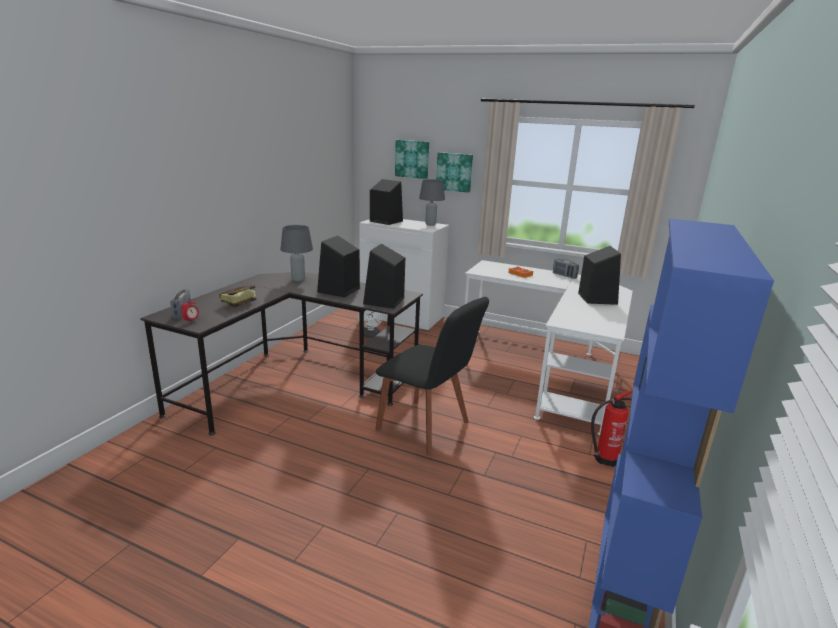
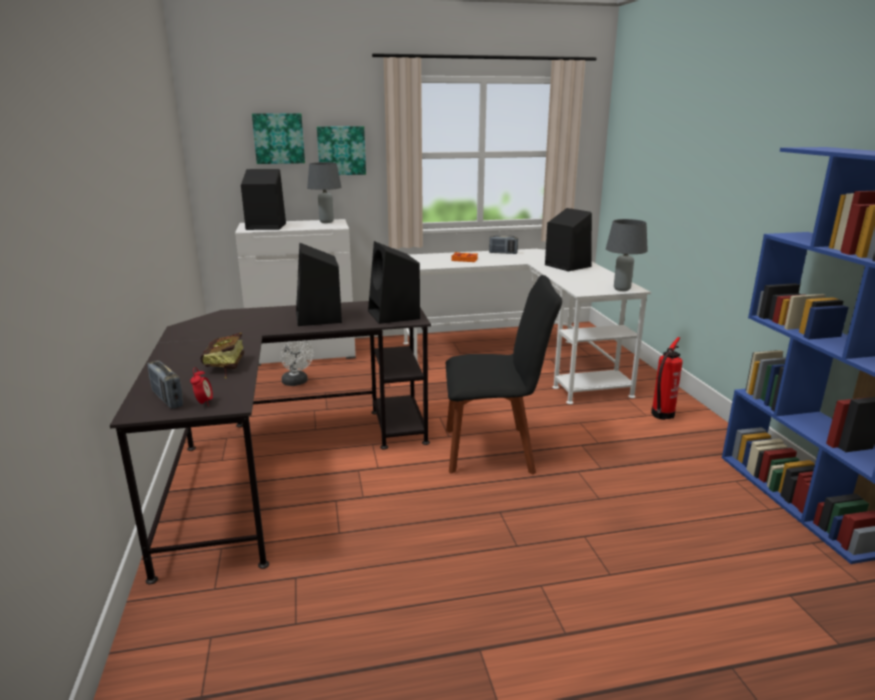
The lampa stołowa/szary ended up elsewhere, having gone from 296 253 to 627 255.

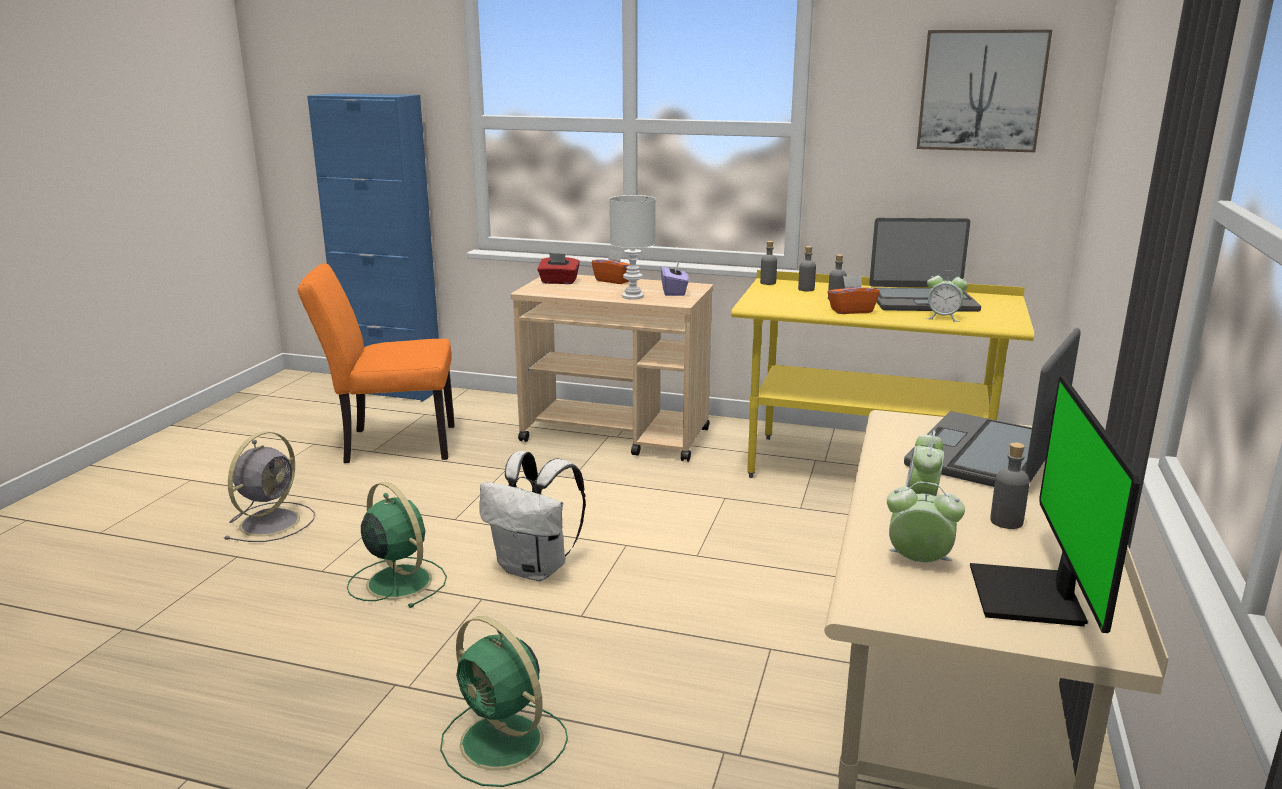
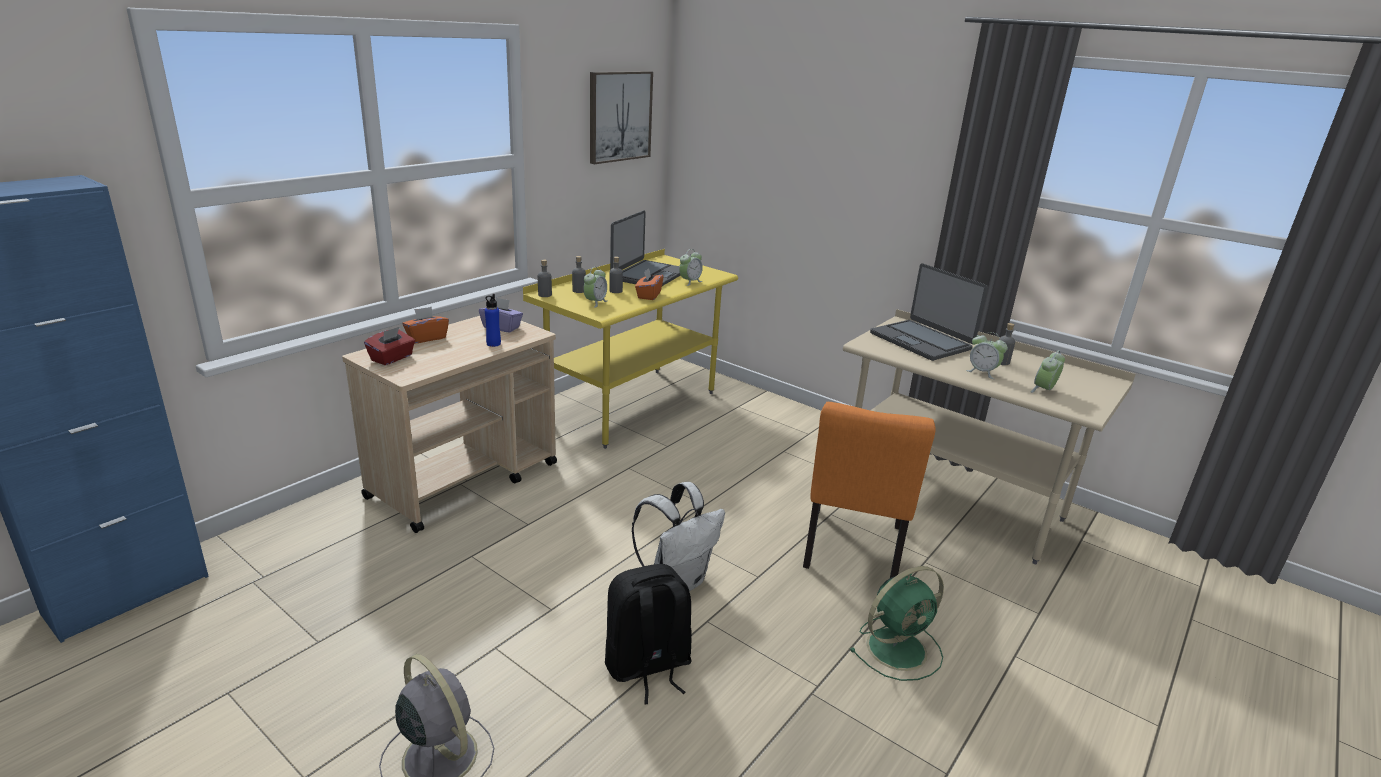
The second view lost the monitor at 1055 504. The second view gained the budzik at 595 287. The krzesło/pomarańczowy ended up elsewhere, having gone from 376 363 to 869 490. Where the wentylator/zielony stood at 397 545, the plecak/czarny came to stand at 648 634. Where the lampa stołowa/biały stood at 633 247, the butelka/niebieski came to stand at 493 320.

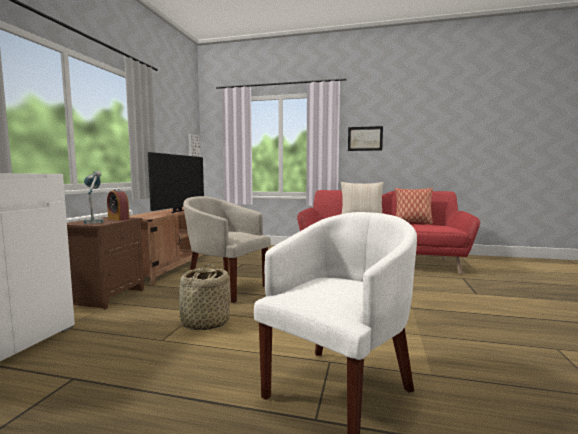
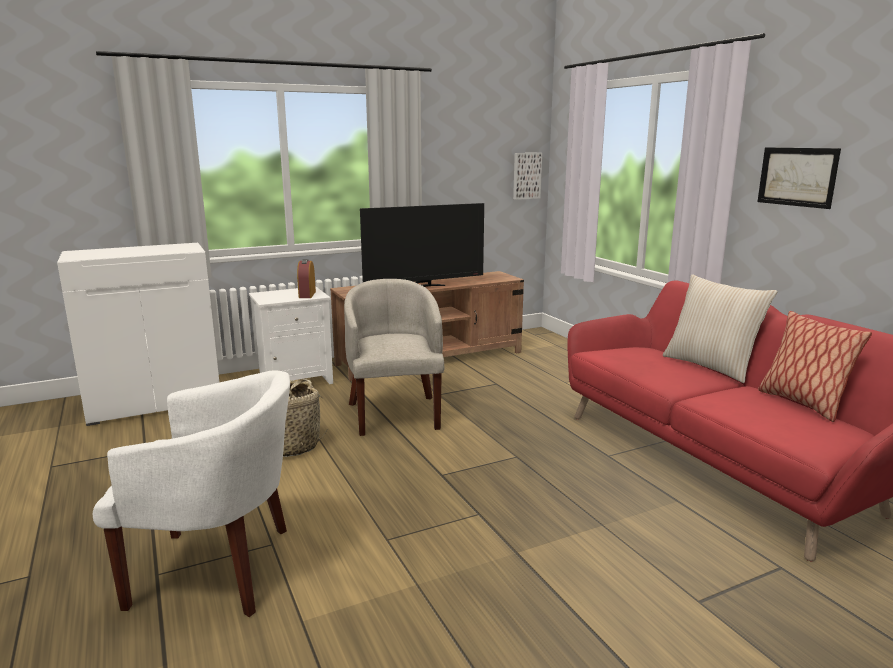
The second view lost the lampa stołowa at 93 197. What was the szafka nocna/brązowy at 105 263 turned into the szafka nocna/biały at 291 335.

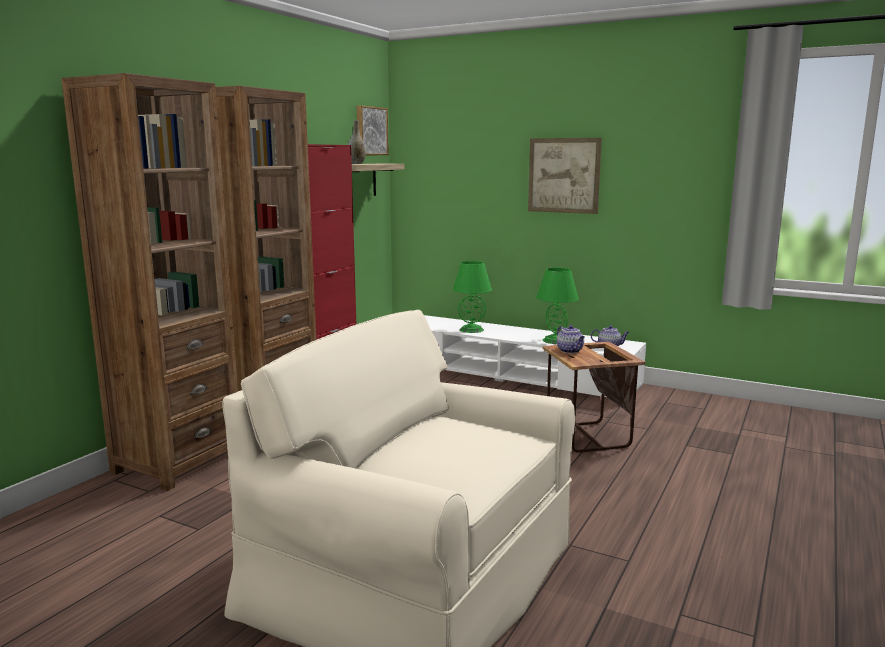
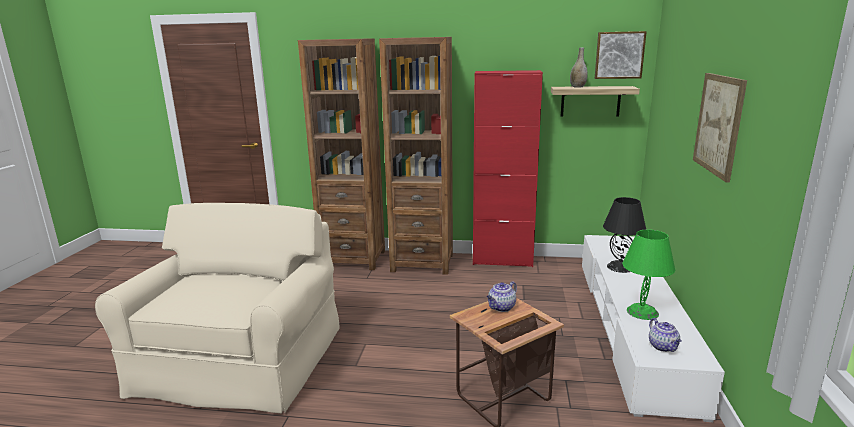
What was the lampa stołowa/zielony at 472 297 turned into the lampa stołowa/czarny at 624 235.

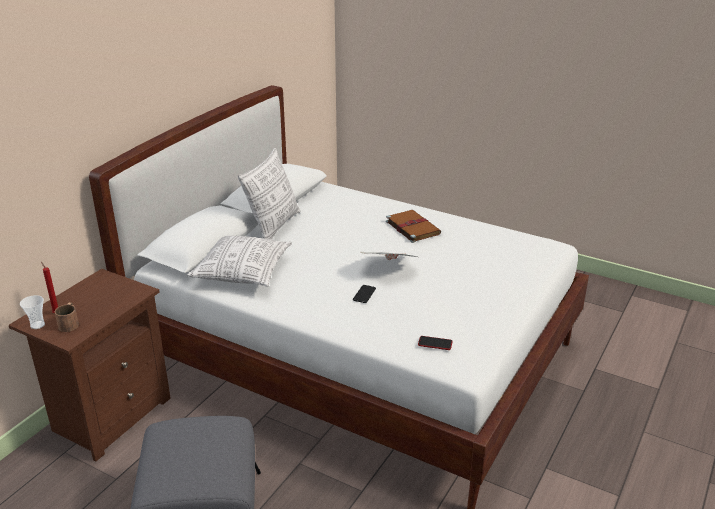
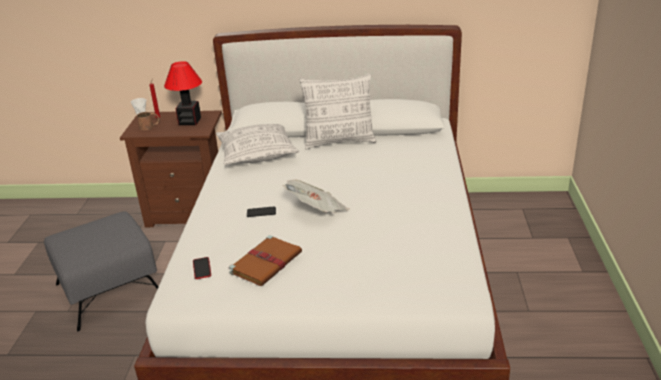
The second view gained the lampa stołowa at 183 93. The książka/brązowy ended up elsewhere, having gone from 413 226 to 265 260.

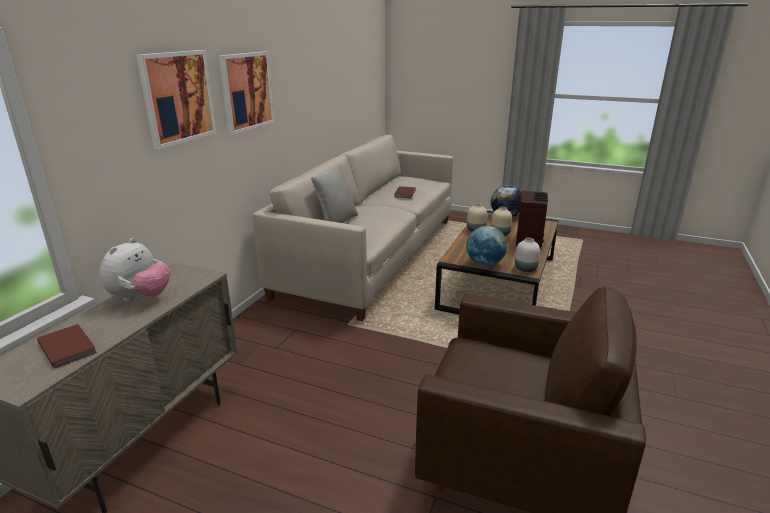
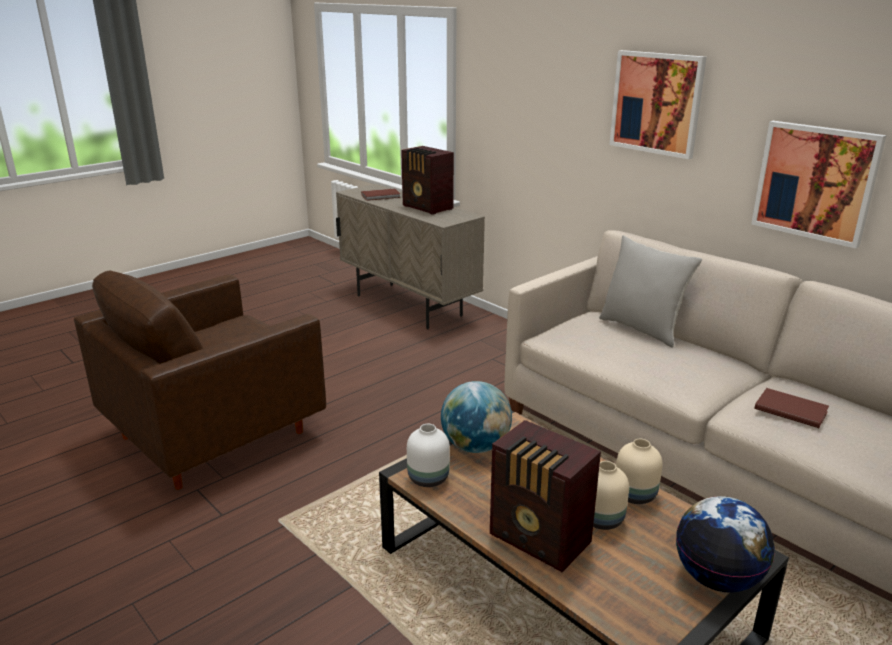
The obraz ended up elsewhere, having gone from 176 99 to 818 185. Where the pluszak stood at 135 270, the radio came to stand at 427 180.

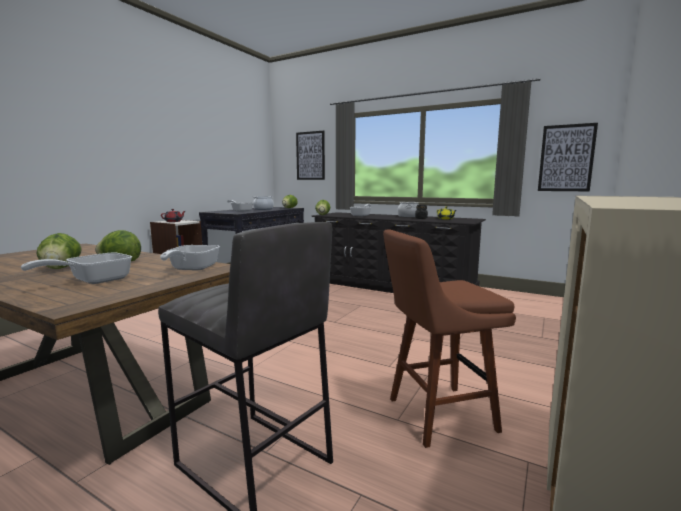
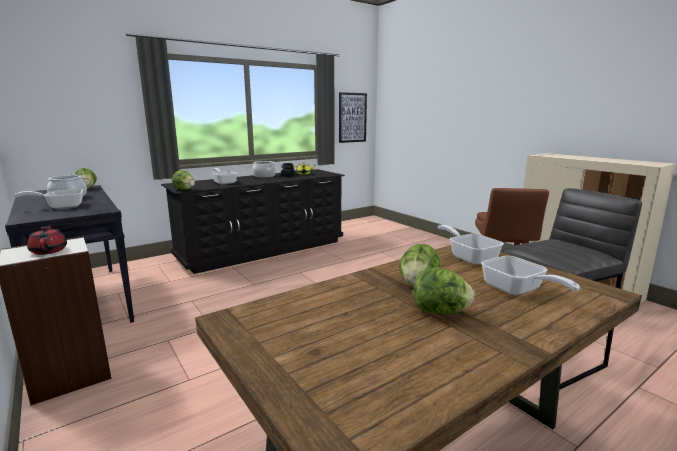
The second view lost the obraz at 310 155. The patelnia at 190 257 ended up facing another way, 150 degrees counterclockwise from before.

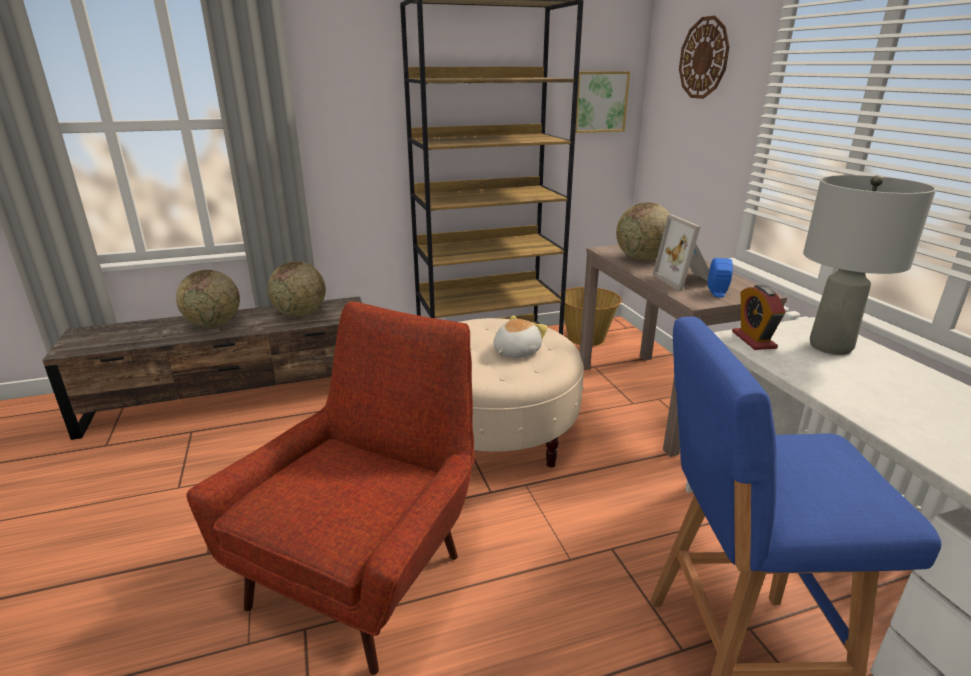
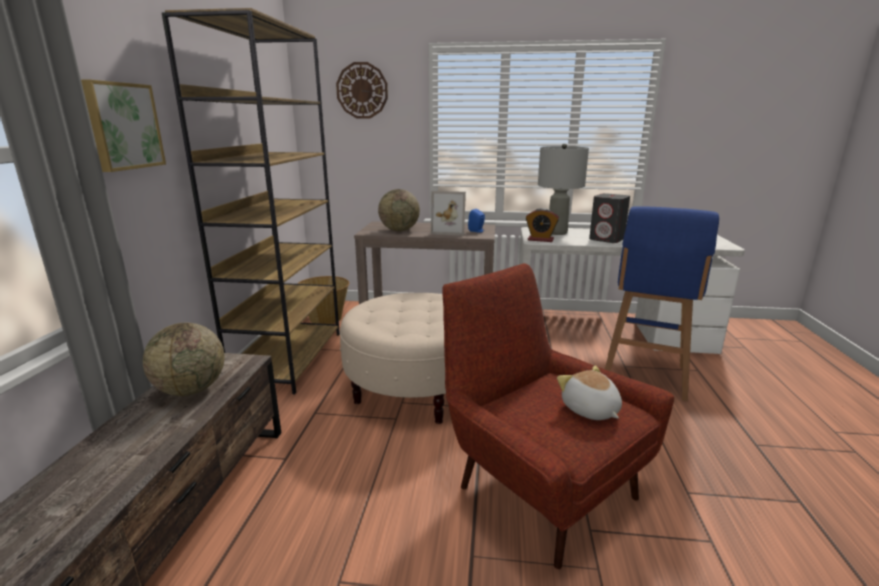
The second view lost the globus at 208 299. The second view gained the głośnik/szary at 609 218. The pluszak ended up elsewhere, having gone from 520 336 to 589 393. The obraz ended up elsewhere, having gone from 602 102 to 123 126.

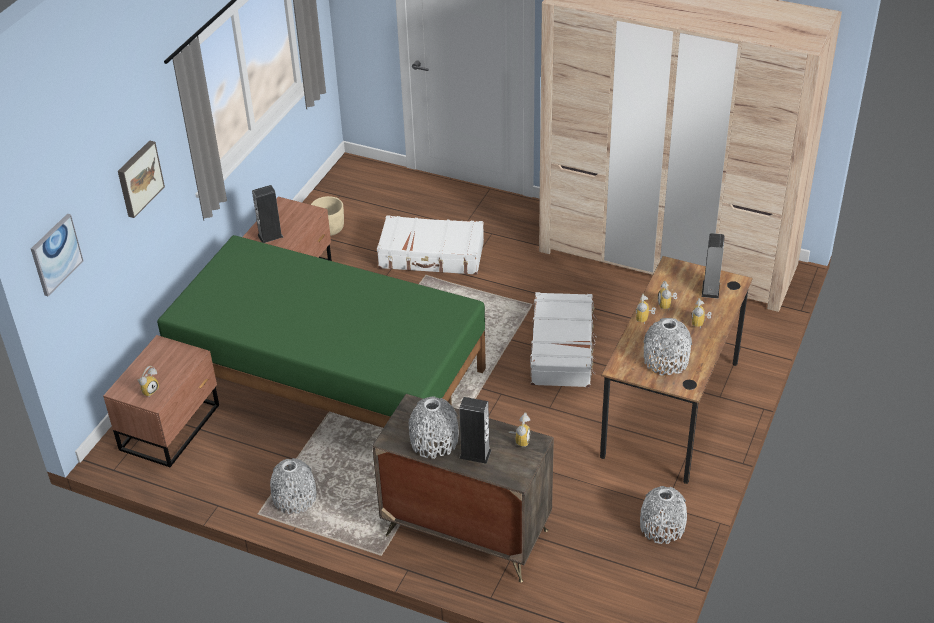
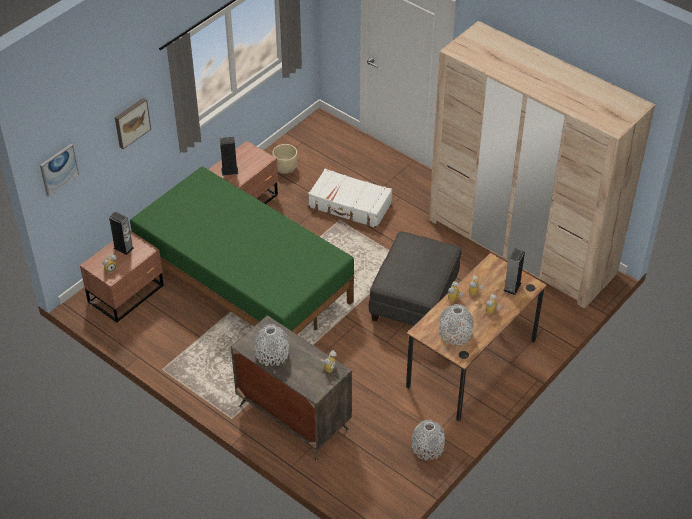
The second view lost the wazon/szary at 293 486. The głośnik ended up elsewhere, having gone from 475 430 to 121 233. Where the walizka/biały stood at 563 339, the pufa/szary came to stand at 415 279.

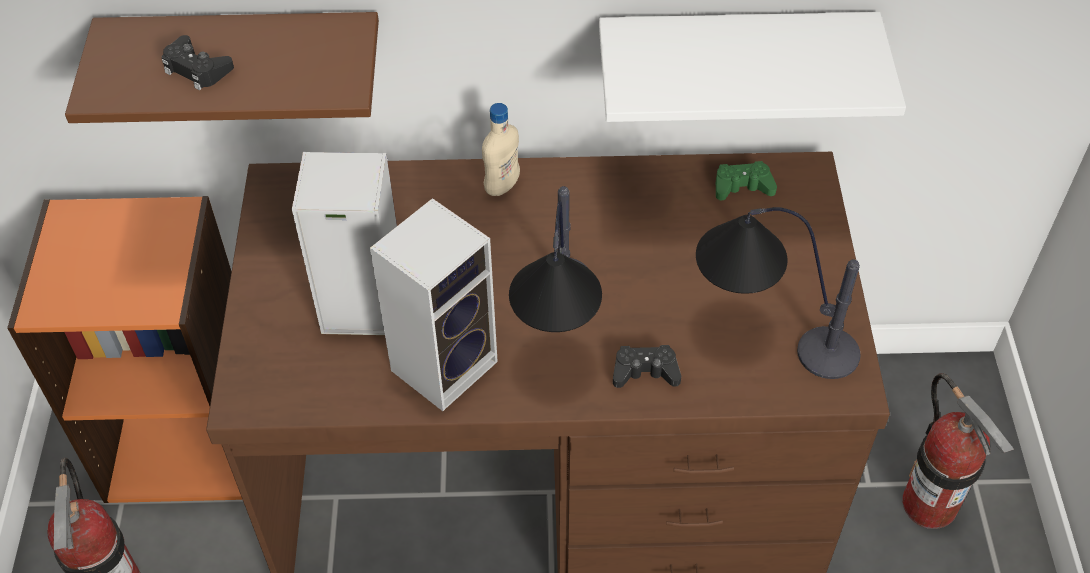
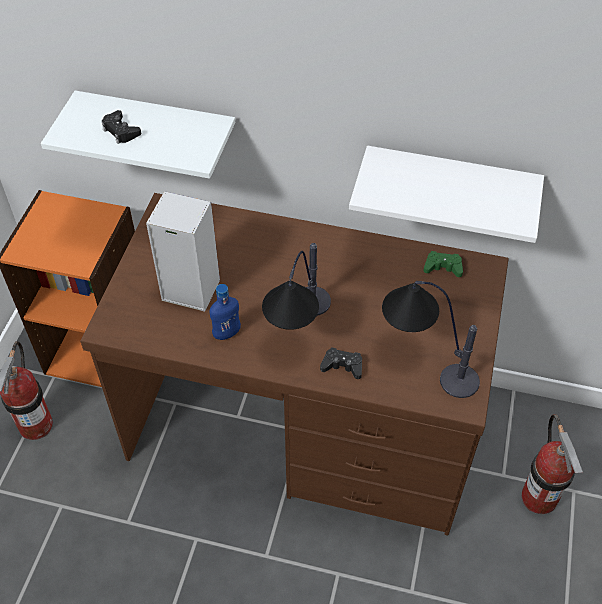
The second view lost the butelka/beżowy at 501 149. Where the głośnik stood at 434 304, the butelka/niebieski came to stand at 225 312. What was the półka/brązowy at 222 67 turned into the półka/biały at 138 135.

